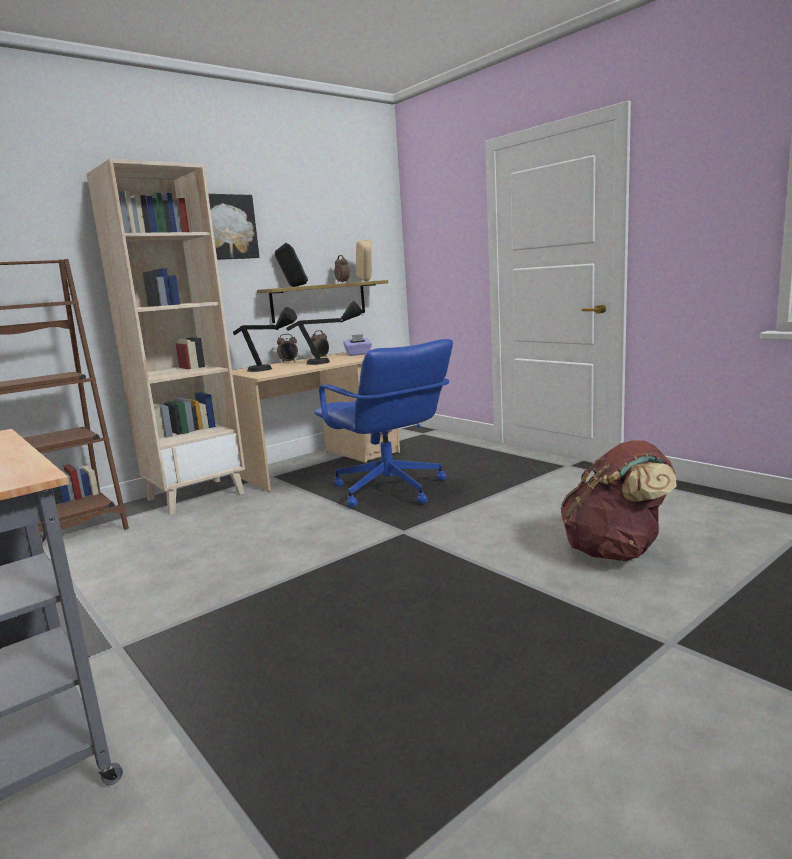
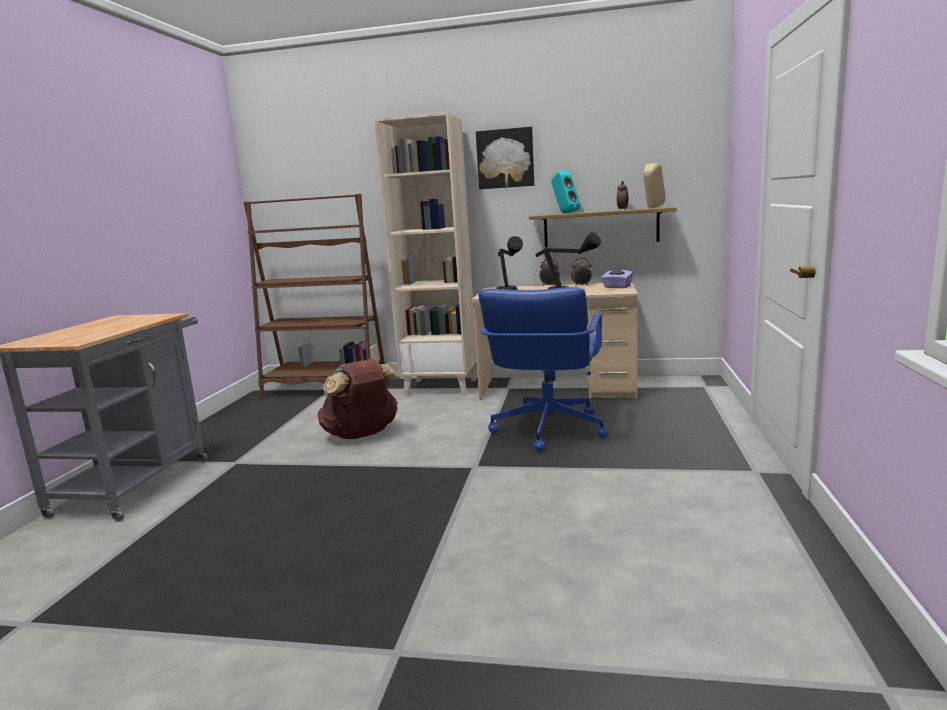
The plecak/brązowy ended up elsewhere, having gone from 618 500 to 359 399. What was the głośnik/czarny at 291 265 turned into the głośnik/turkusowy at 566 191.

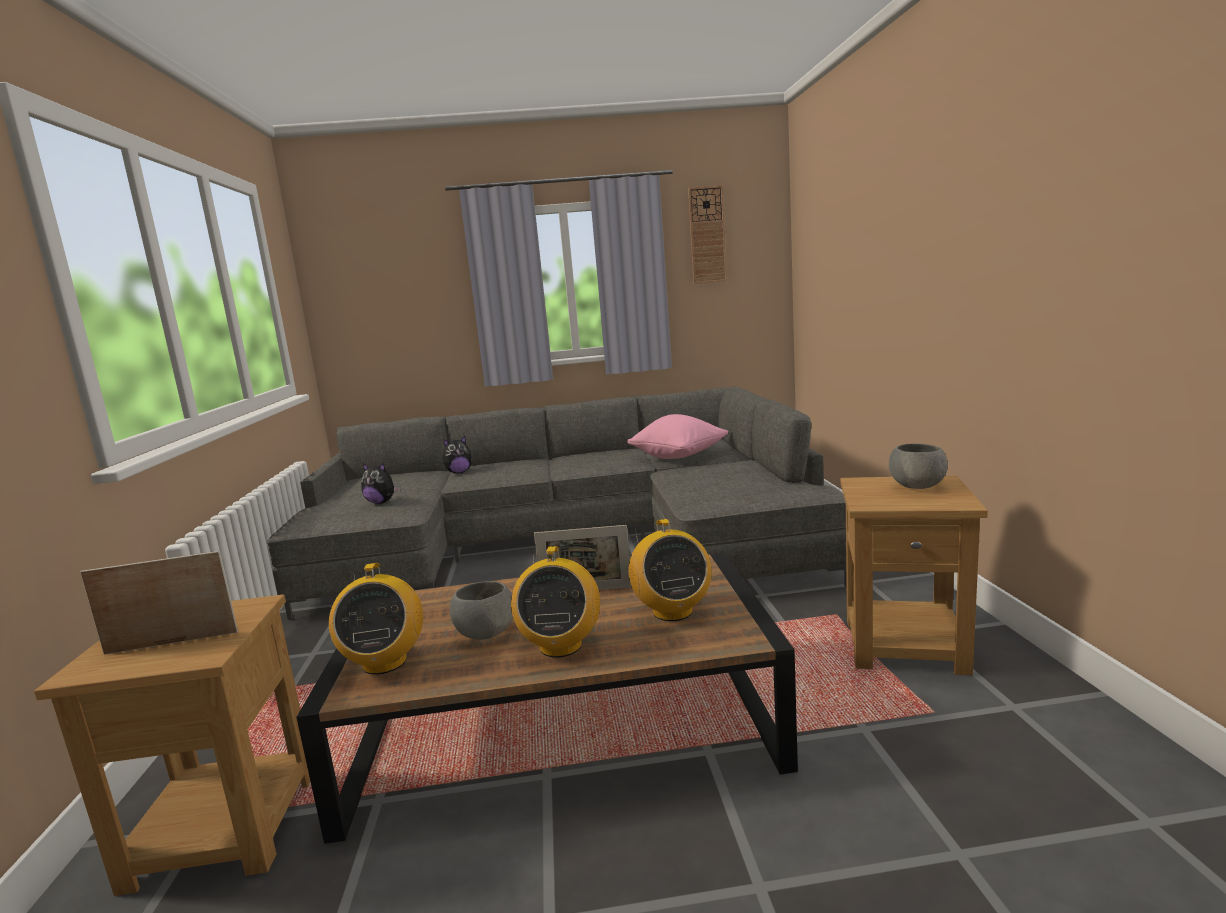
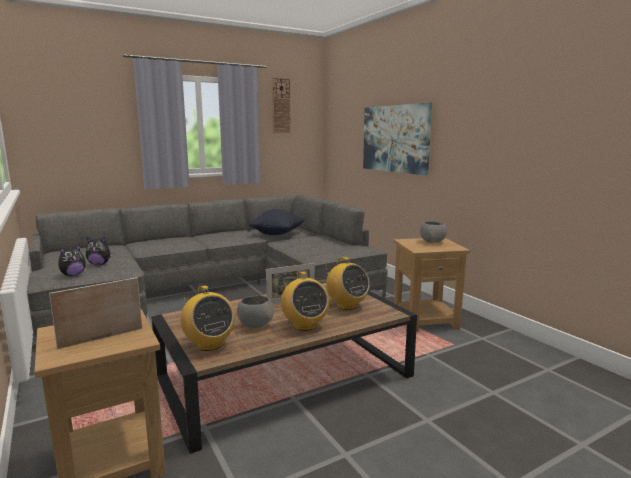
The second view gained the obraz at 397 139. The pluszak ended up elsewhere, having gone from 457 454 to 72 260. What was the poduszka/różowy at 677 436 turned into the poduszka/czarny at 277 222.

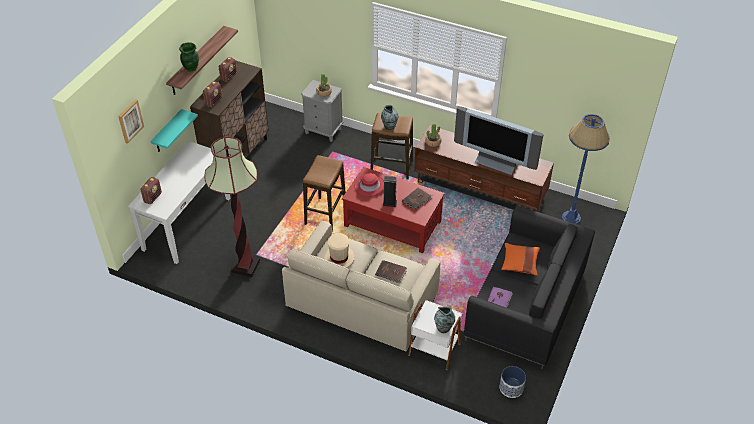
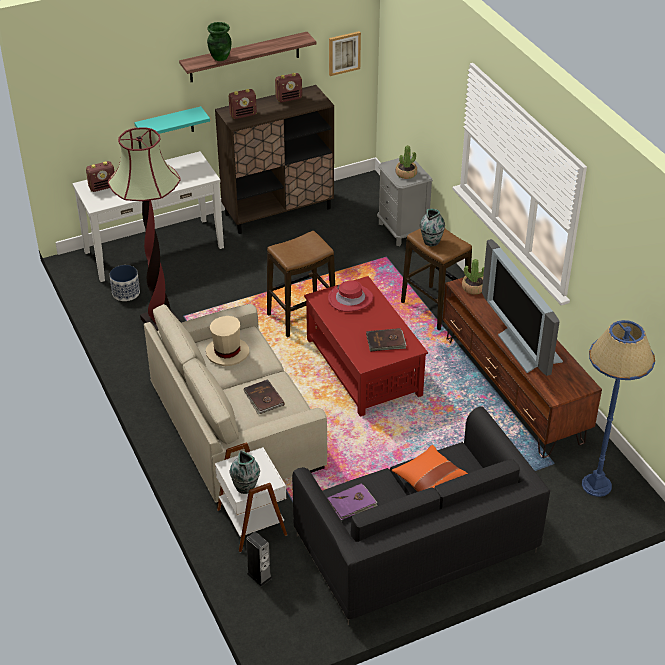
The obraz ended up elsewhere, having gone from 131 121 to 345 53. The głośnik ended up elsewhere, having gone from 390 191 to 259 559. The donica ended up elsewhere, having gone from 512 382 to 124 283.

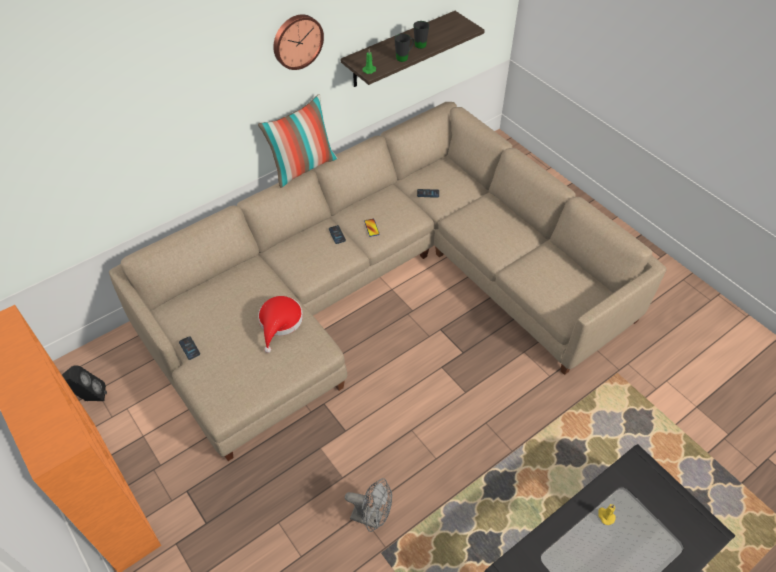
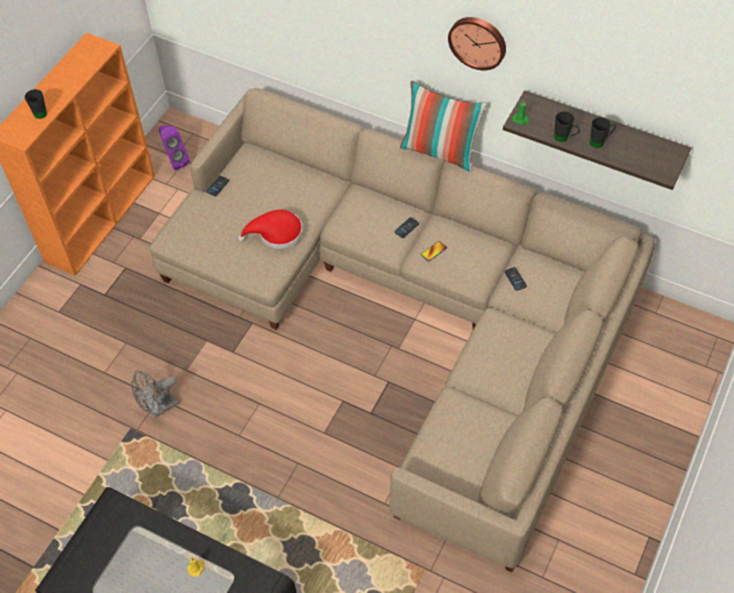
The second view gained the kubek/czarny at 36 104. What was the głośnik/czarny at 84 383 turned into the głośnik/fioletowy at 174 147. The wentylator/szary at 368 505 ended up facing another way, 60 degrees clockwise from before.

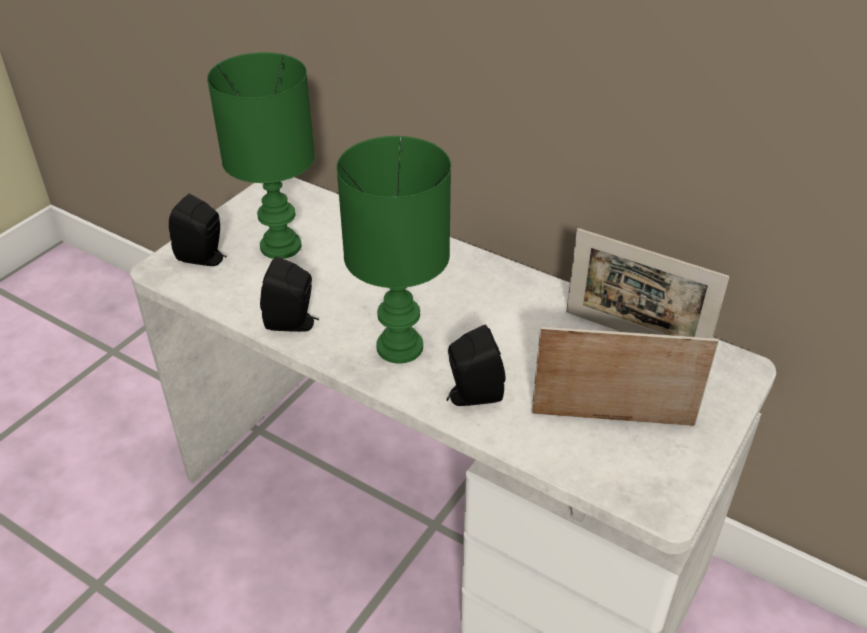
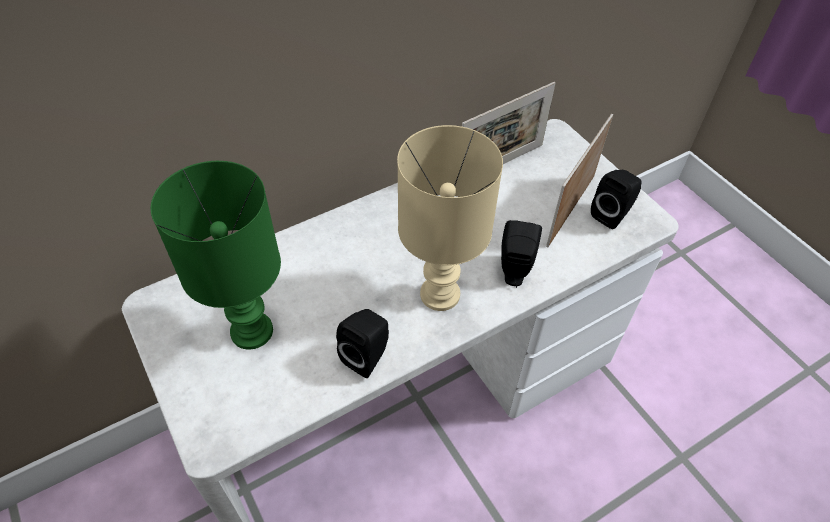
The głośnik/czarny ended up elsewhere, having gone from 198 230 to 616 199. What was the lampa stołowa/zielony at 393 249 turned into the lampa stołowa/beżowy at 450 218.

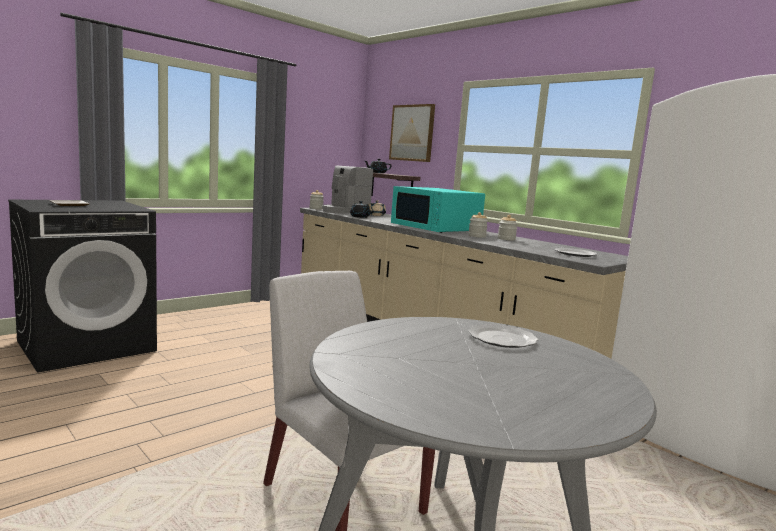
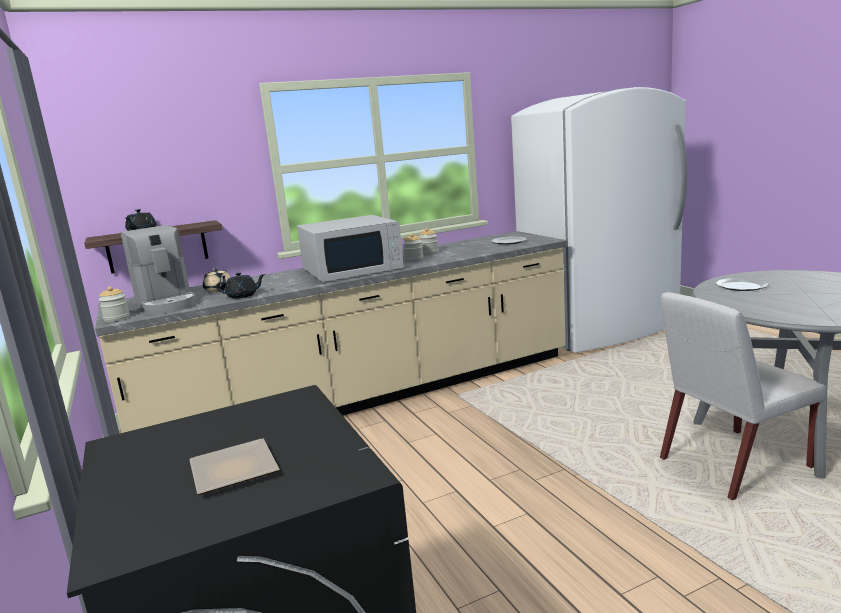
The second view lost the obraz at 412 133. What was the mikrofalówka/turkusowy at 438 209 turned into the mikrofalówka/biały at 350 248.

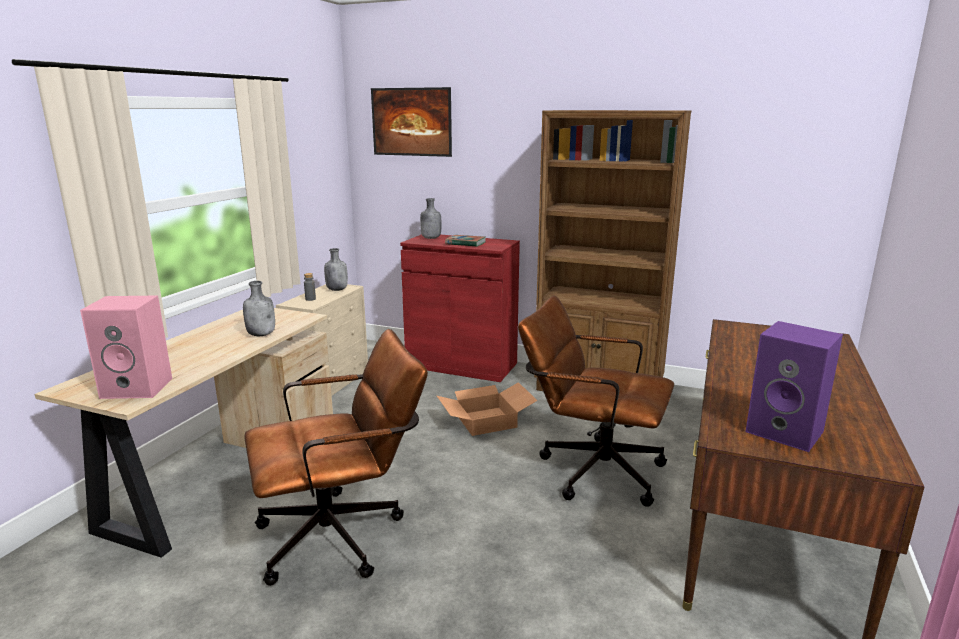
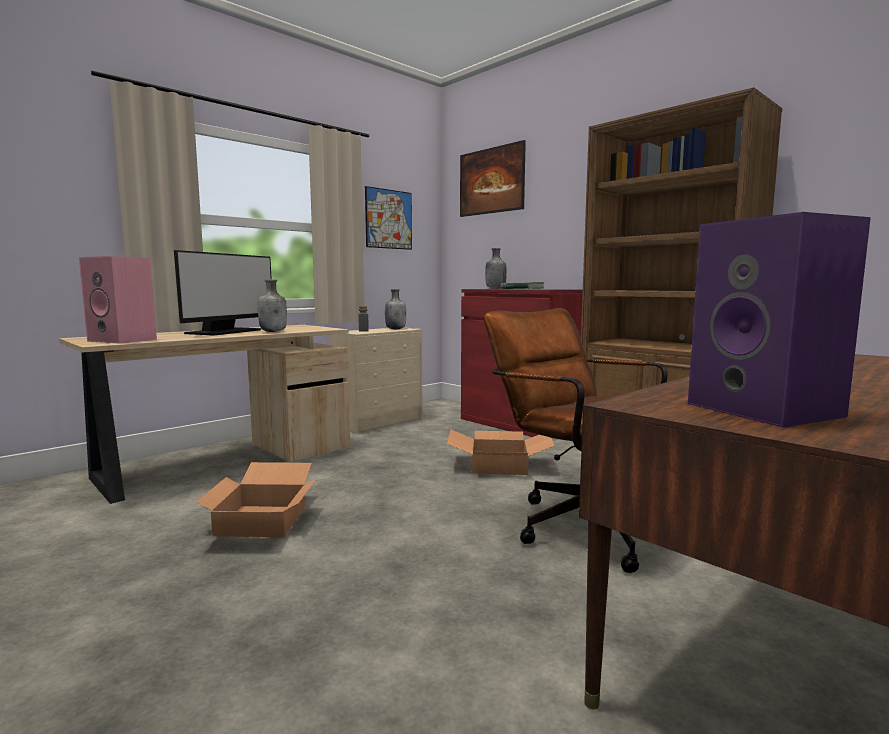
The second view gained the monitor at 223 293. The second view gained the obraz at 388 218. Where the krzesło biurowe/brązowy stood at 336 457, the karton came to stand at 255 499.

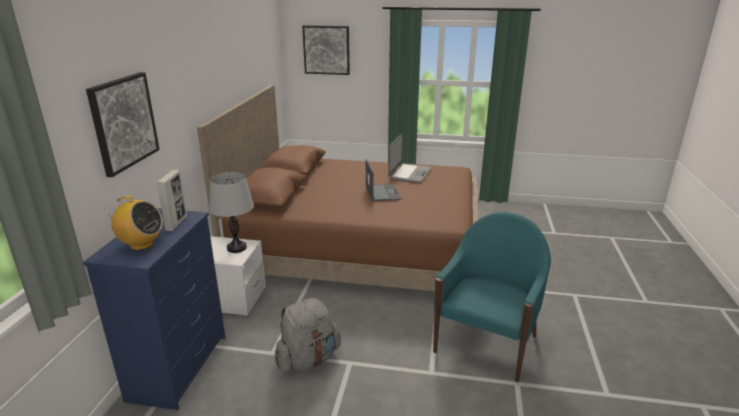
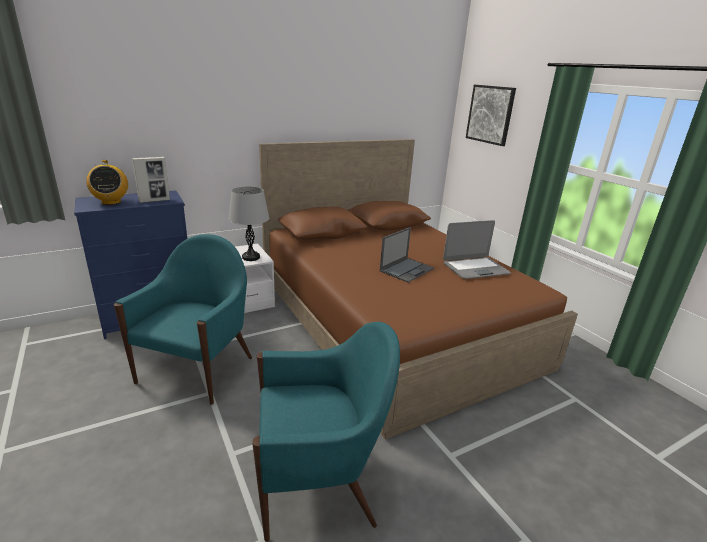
The second view lost the obraz at 123 124. Where the plecak/szary stood at 308 335, the fotel/turkusowy came to stand at 183 319.

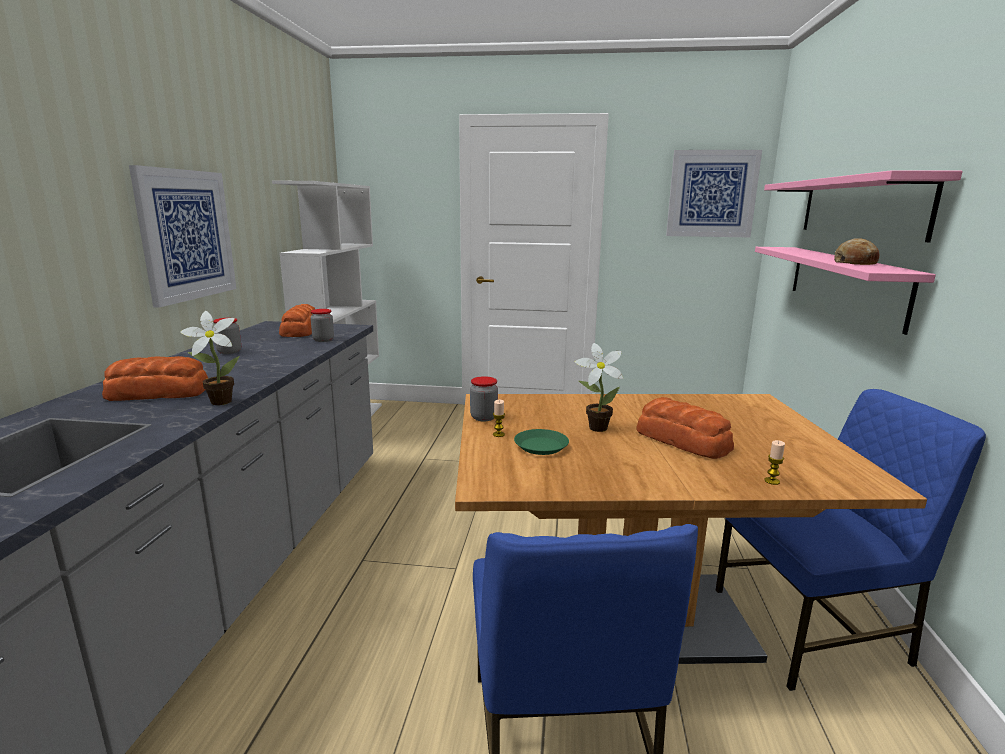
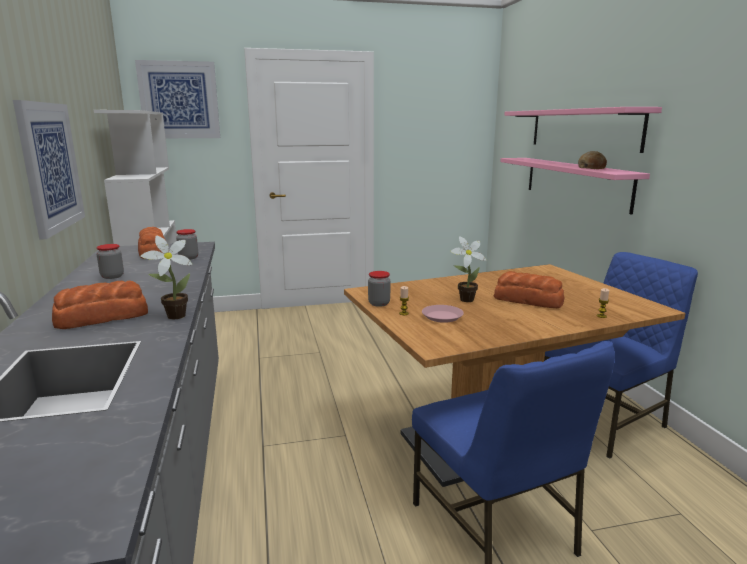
The obraz ended up elsewhere, having gone from 714 193 to 177 99. What was the talerz/zielony at 541 442 turned into the talerz/różowy at 443 314.

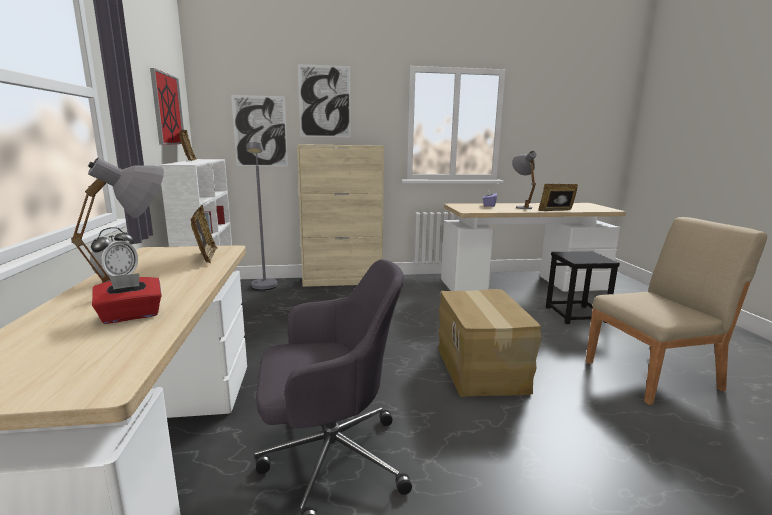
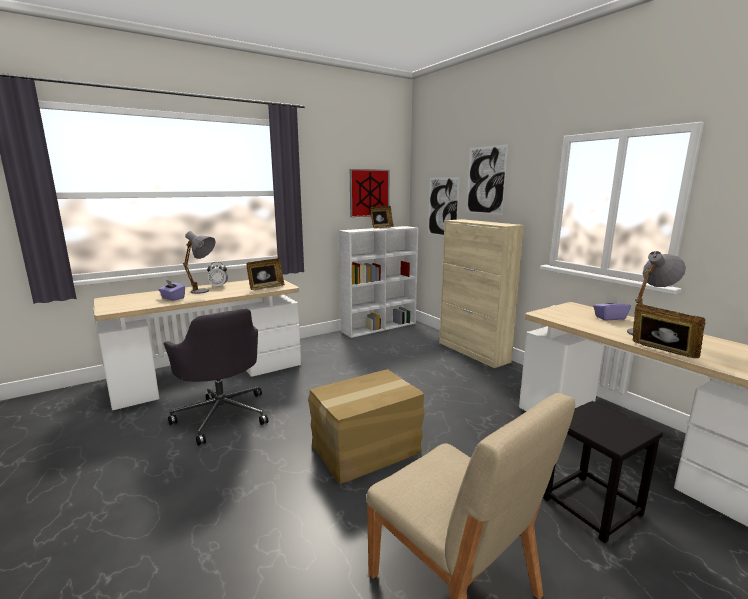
The second view lost the lampa stojąca/szary at 261 216. What was the pudełko chusteczek/czerwony at 127 298 turned into the pudełko chusteczek/fioletowy at 171 290.

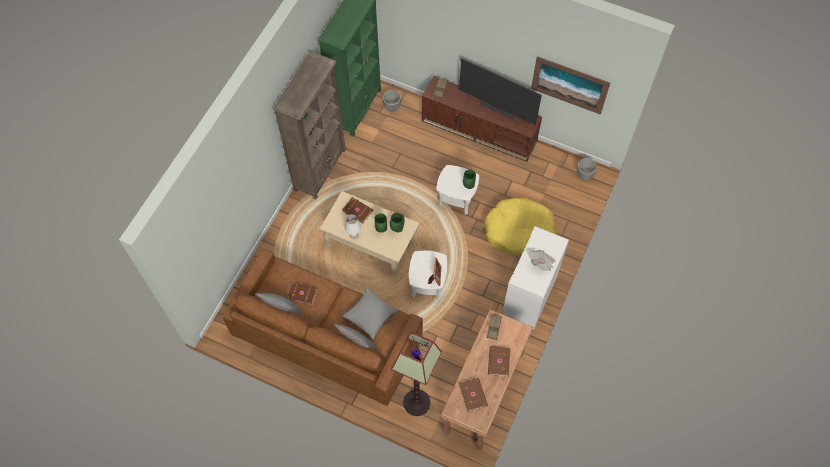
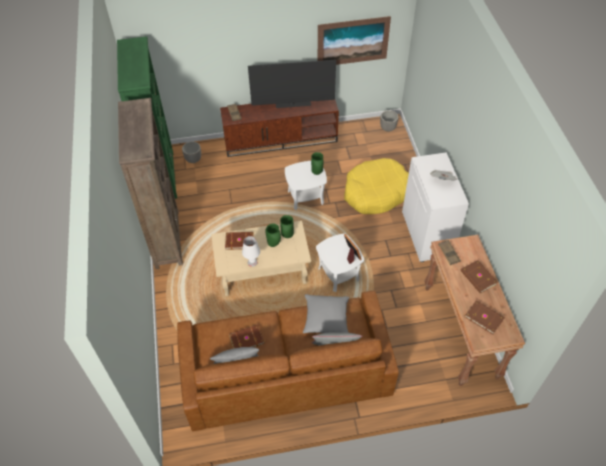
The second view lost the lampa stojąca at 416 373.

